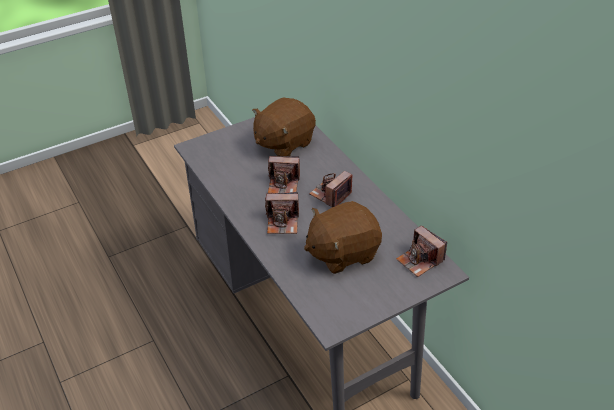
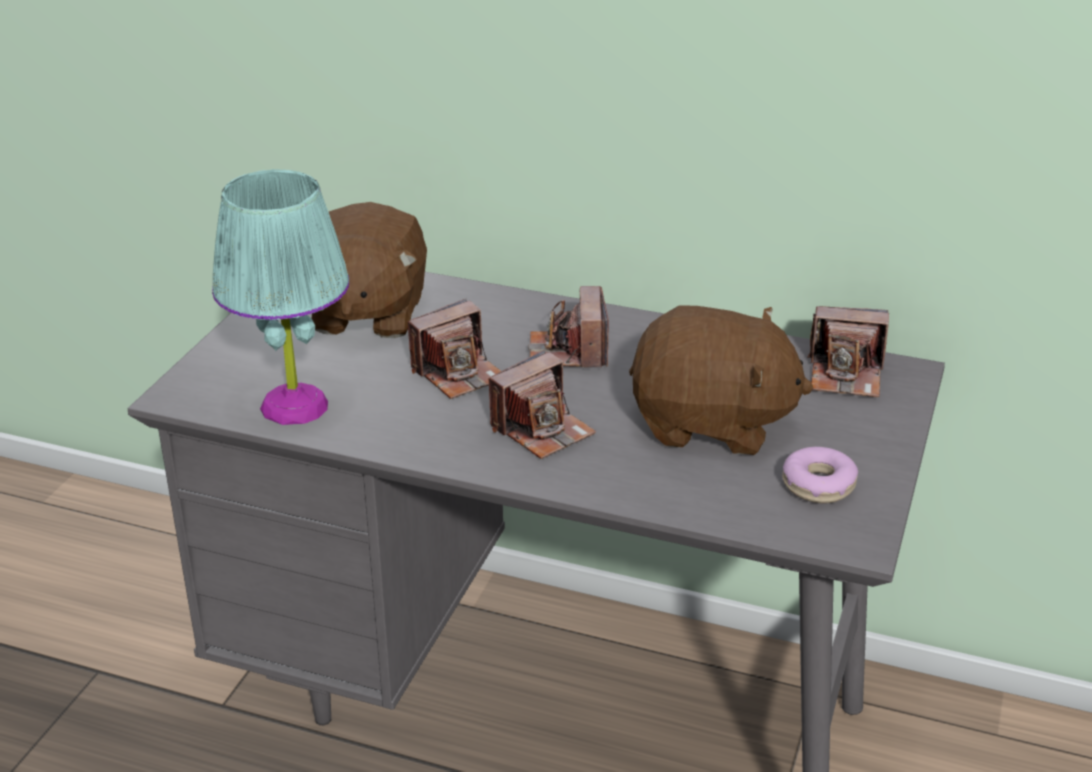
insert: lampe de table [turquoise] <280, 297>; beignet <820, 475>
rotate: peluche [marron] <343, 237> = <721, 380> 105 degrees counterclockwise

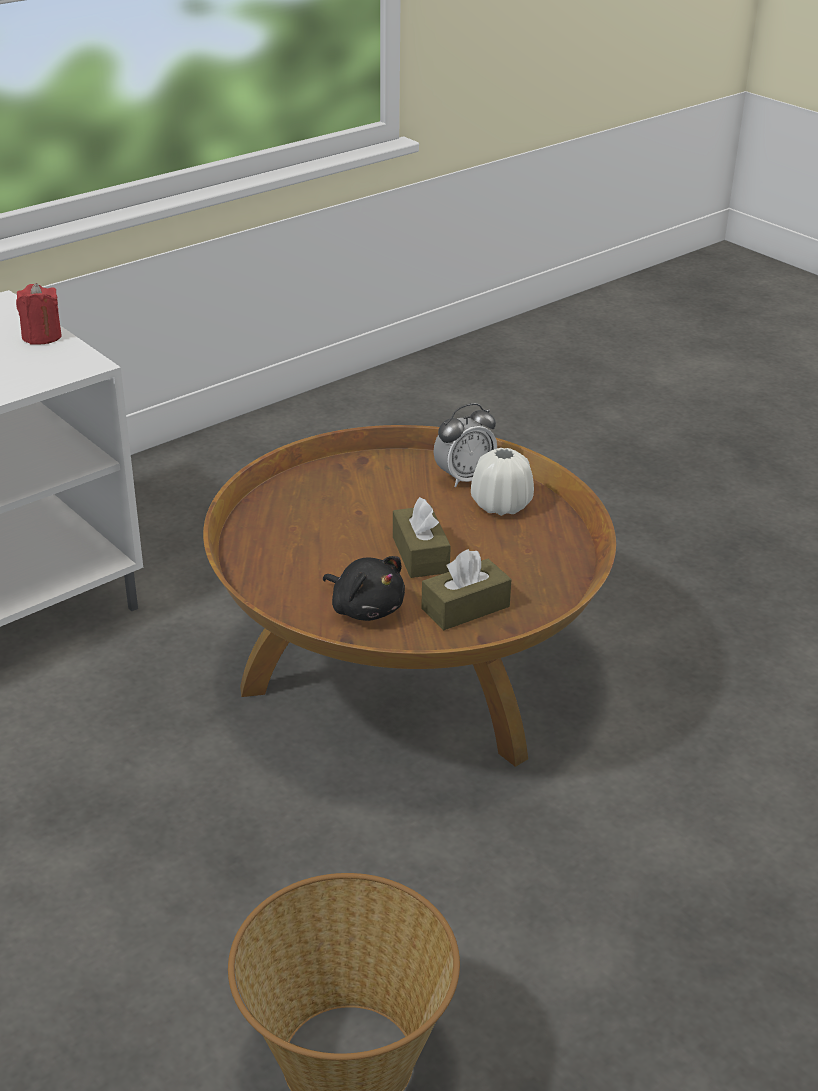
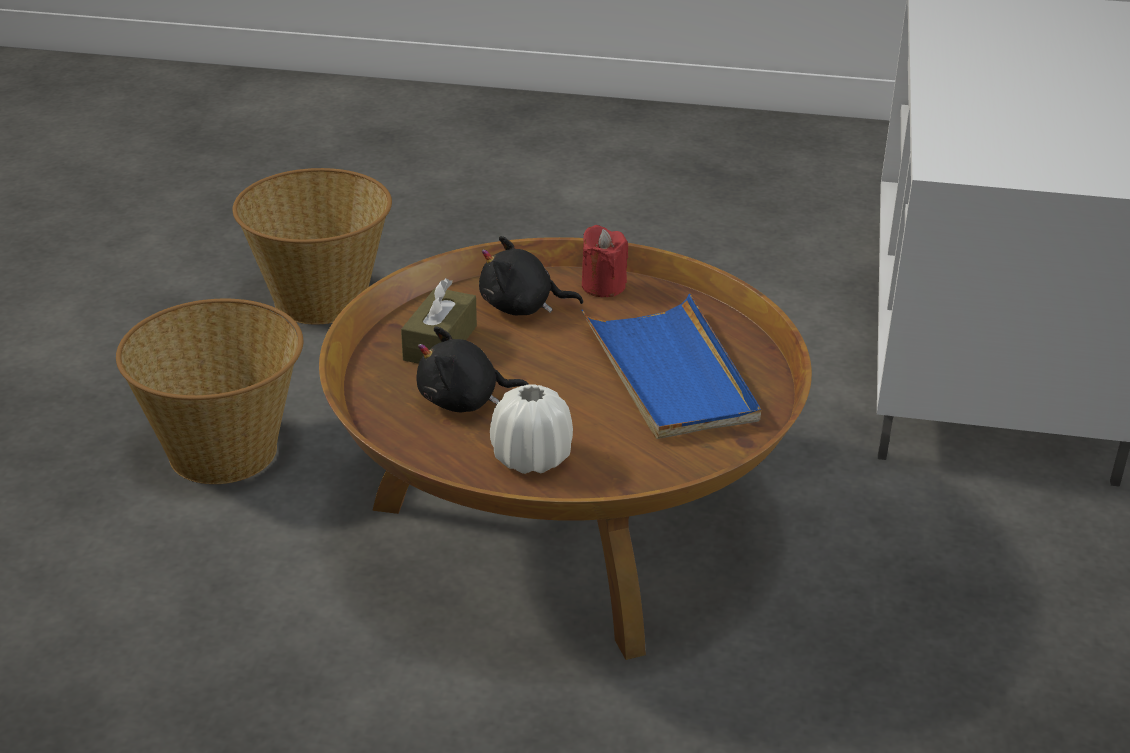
delete: boîte à mouchoirs [marron] <422, 537>; réveil <465, 445>
insert: panier <209, 391>; peluche [noir] <473, 369>; plateau [bleu] <671, 366>
move: bougie [rouge] <39, 314> to <605, 261>

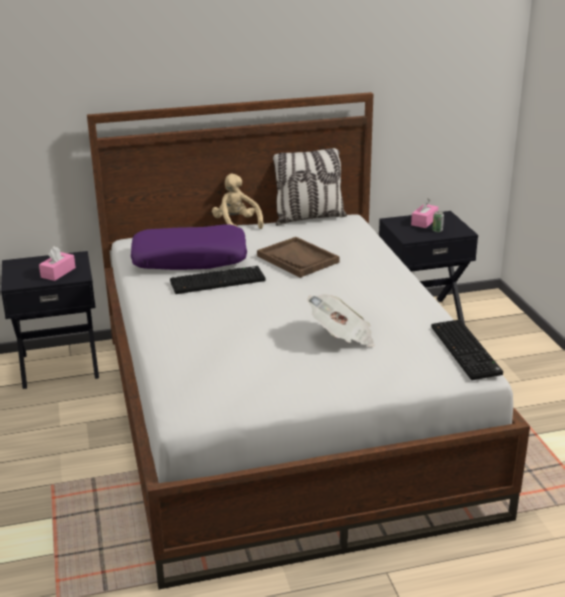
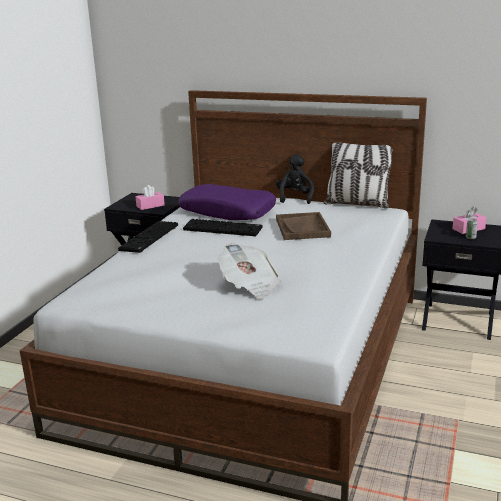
move: clavier <467, 349> to <148, 237>
recolor: peluche [beige] <238, 201> to peluche [noir] <295, 179>

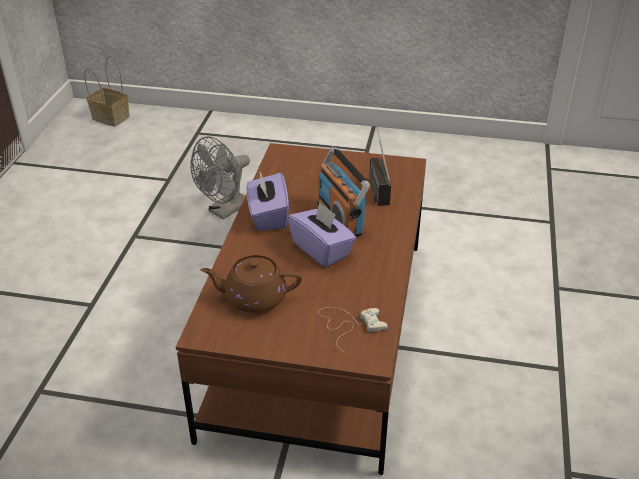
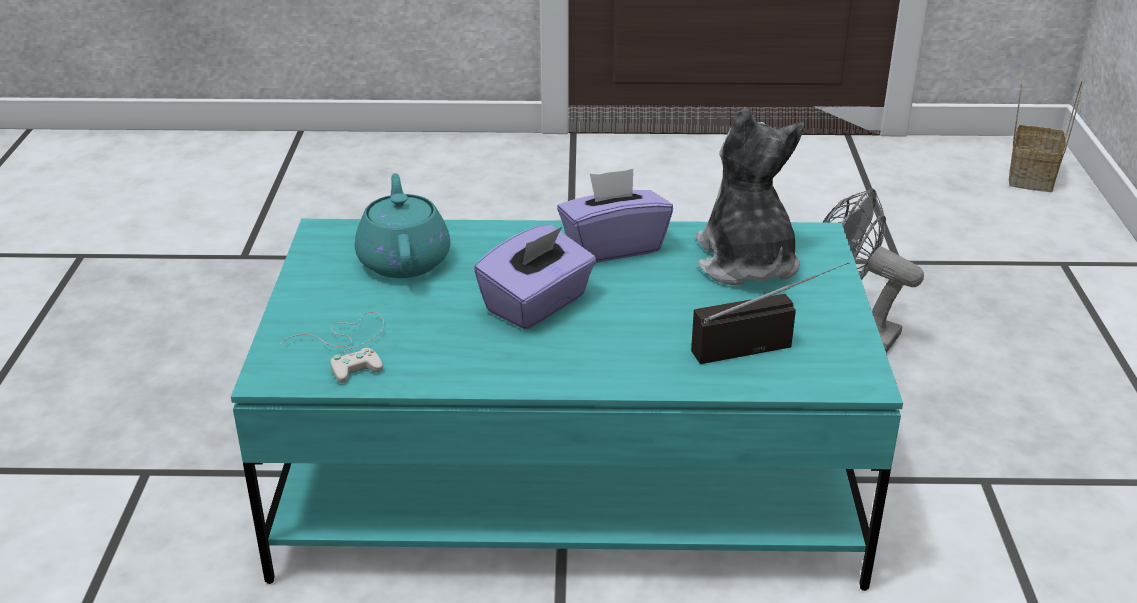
delete: radio <343, 192>
insert: peluche <750, 196>
recolor: table basse [marron] <301, 309> to table basse [turquoise] <567, 405>; théière [marron] <251, 284> to théière [turquoise] <402, 225>

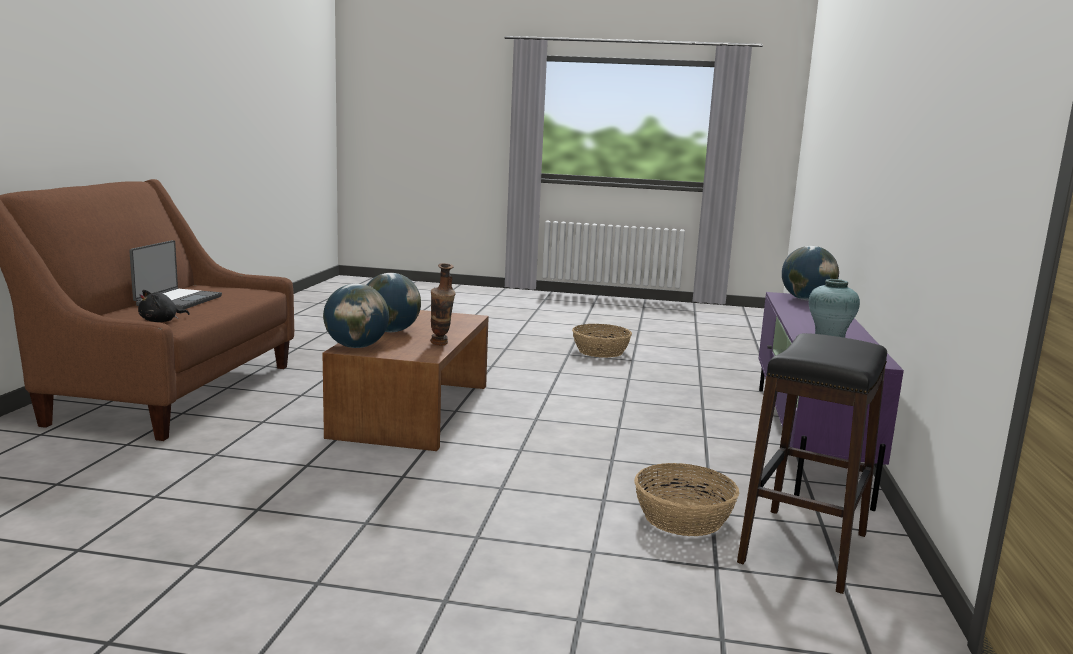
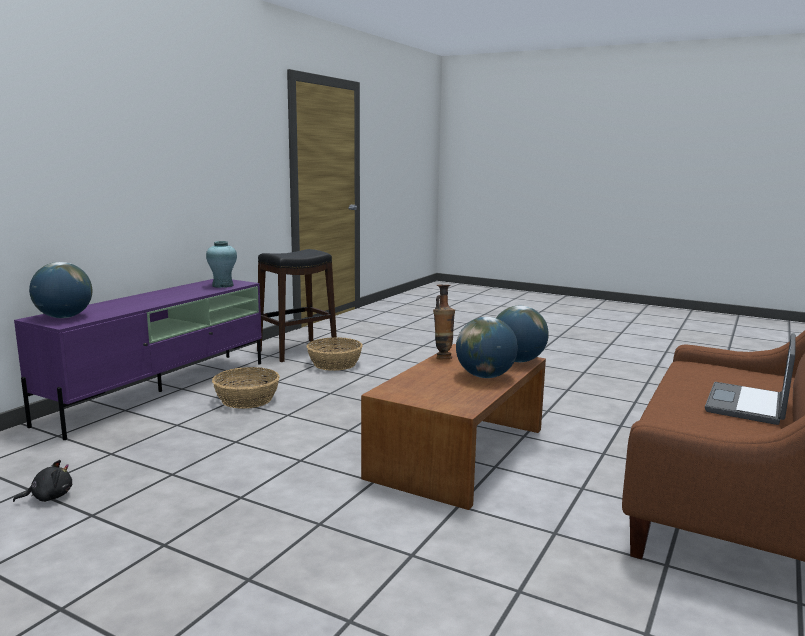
move: peluche [noir] <163, 306> to <42, 481>; panier <602, 341> to <245, 388>

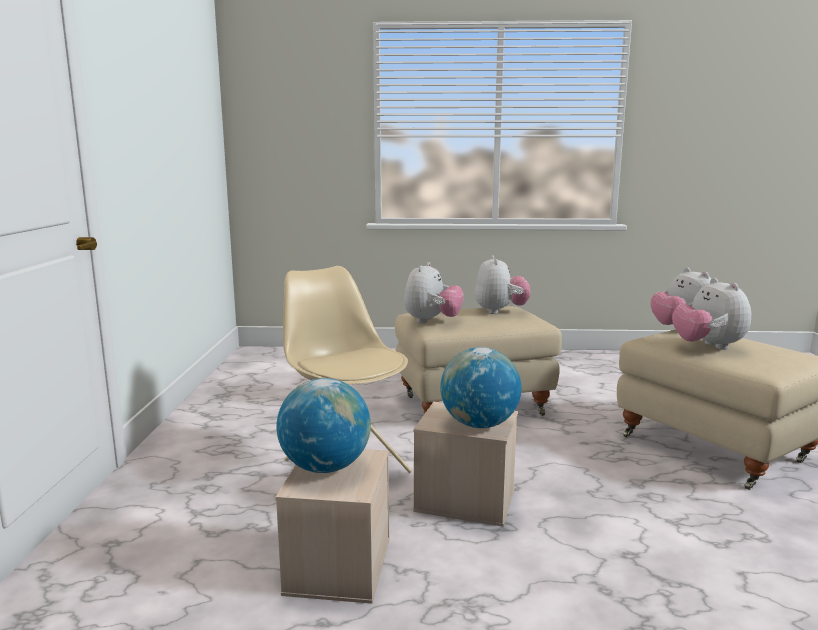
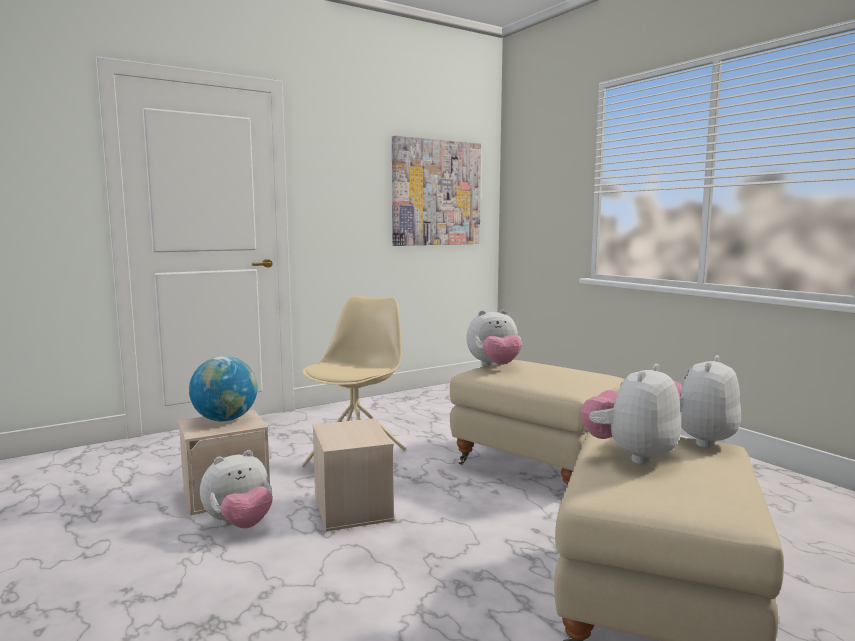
delete: globe <481, 387>
insert: tableau <436, 191>
move: peluche <502, 284> to <236, 489>

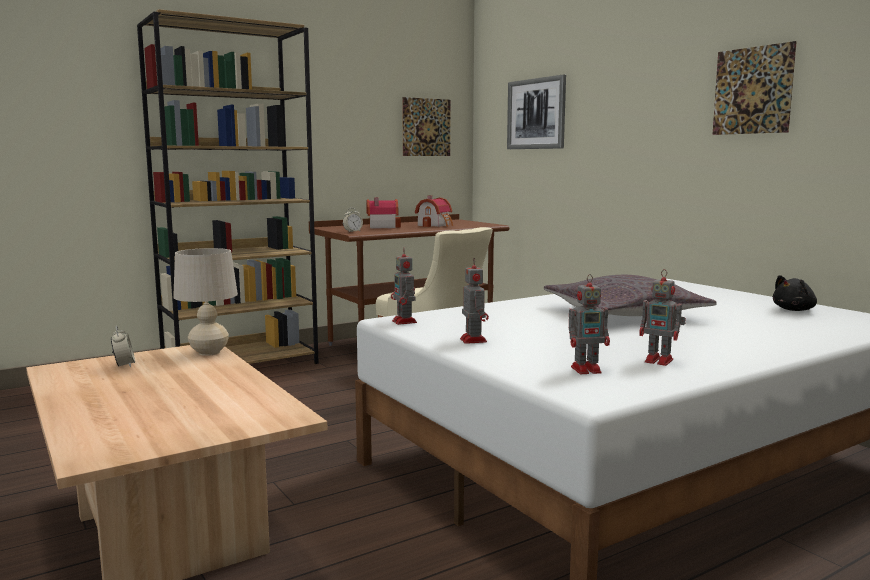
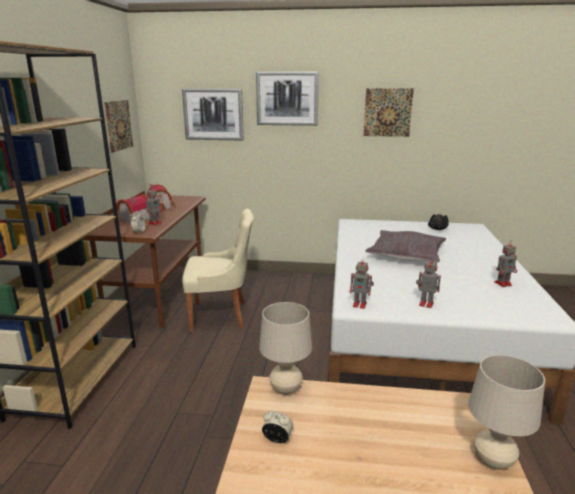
insert: tableau <287, 98>; lampe de table [beige] <506, 412>
move: robot jouet <589, 324> to <154, 205>

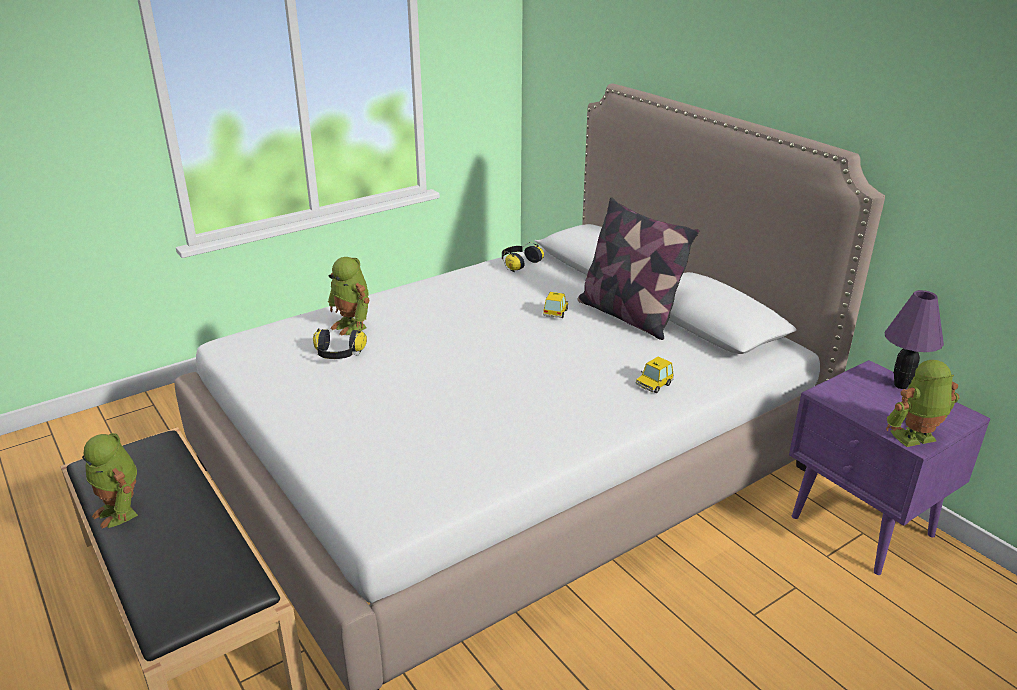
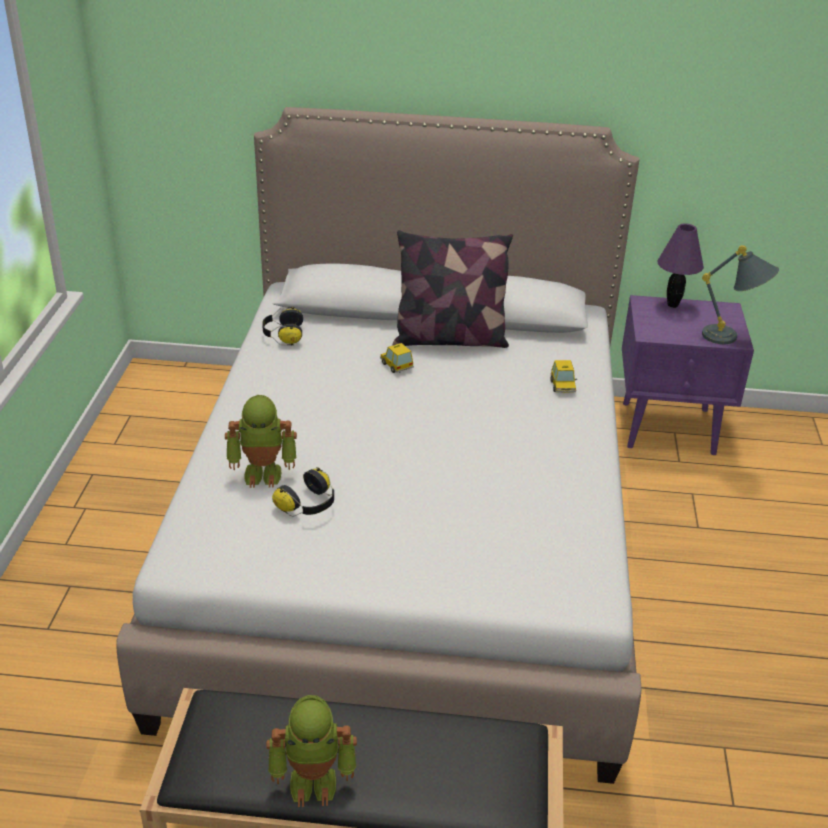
replace: robot jouet <923, 403> to lampe de table [gris] <740, 294>

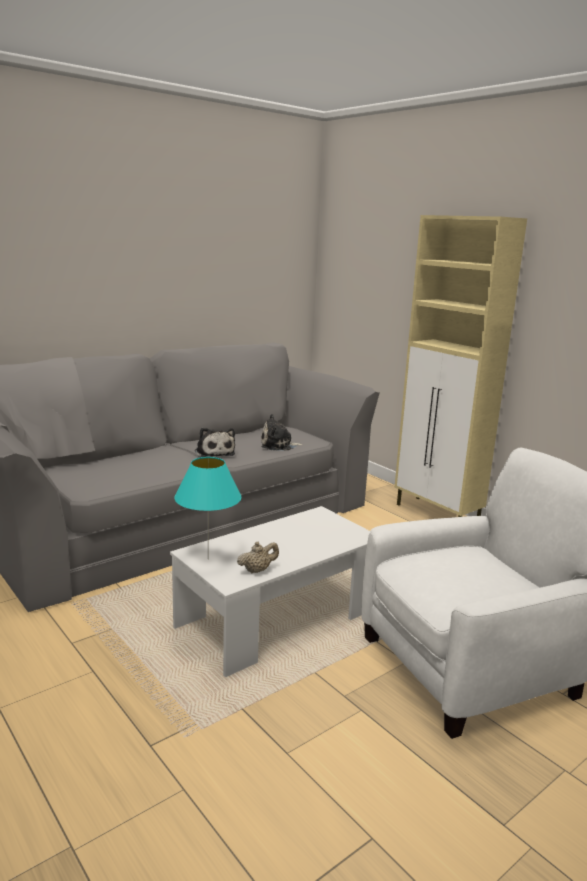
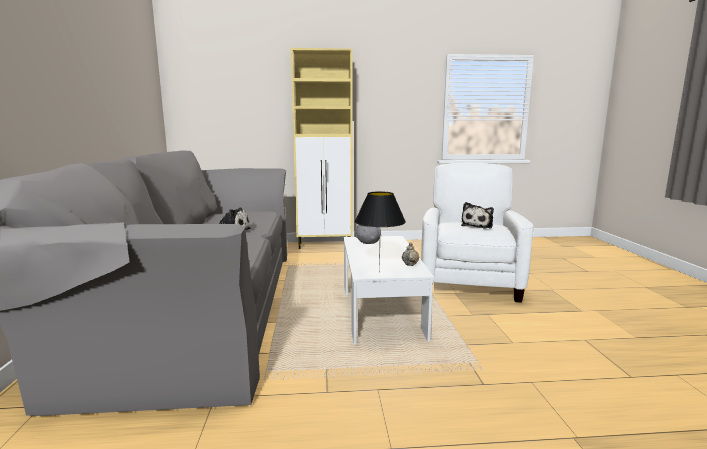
insert: bol [gris] <368, 234>
move: peluche <282, 432> to <477, 215>
recolor: lampe de table [turquoise] <207, 508> to lampe de table [noir] <380, 231>

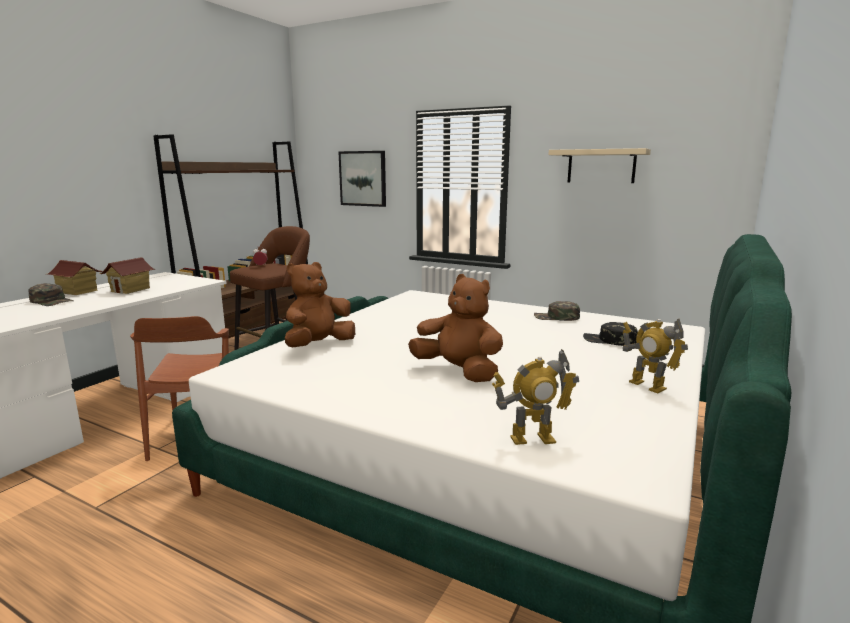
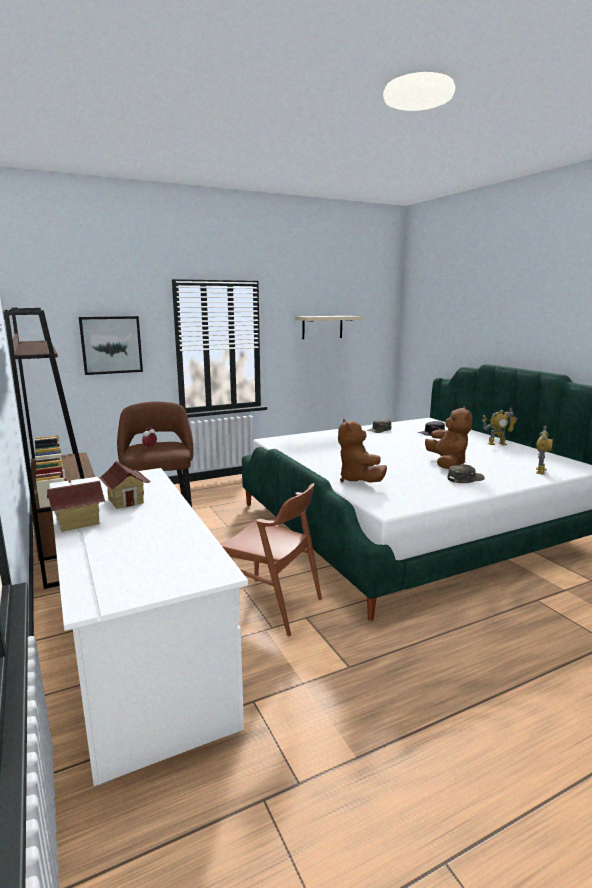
move: casquette [vert] <51, 294> to <466, 473>
rotate: peluche [marron] <455, 328> = <449, 437> 105 degrees clockwise

